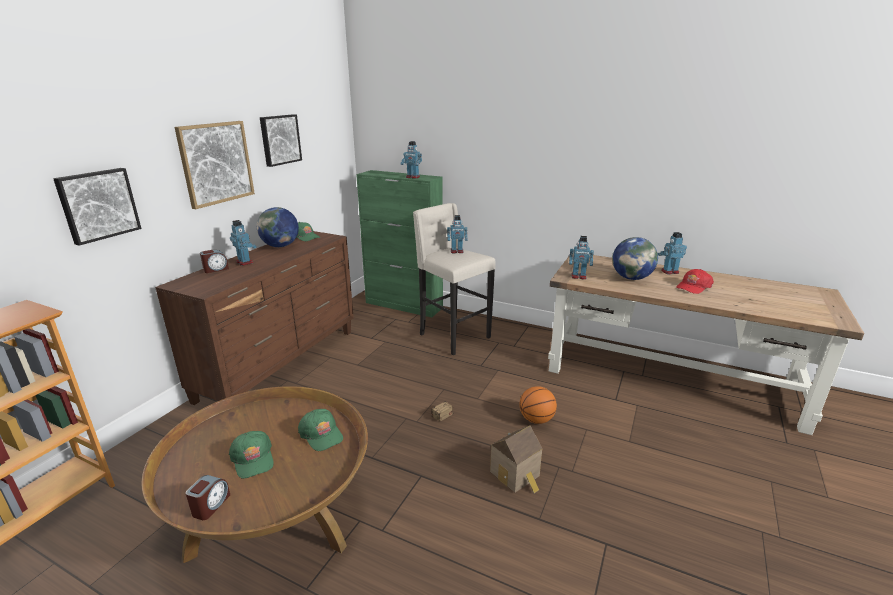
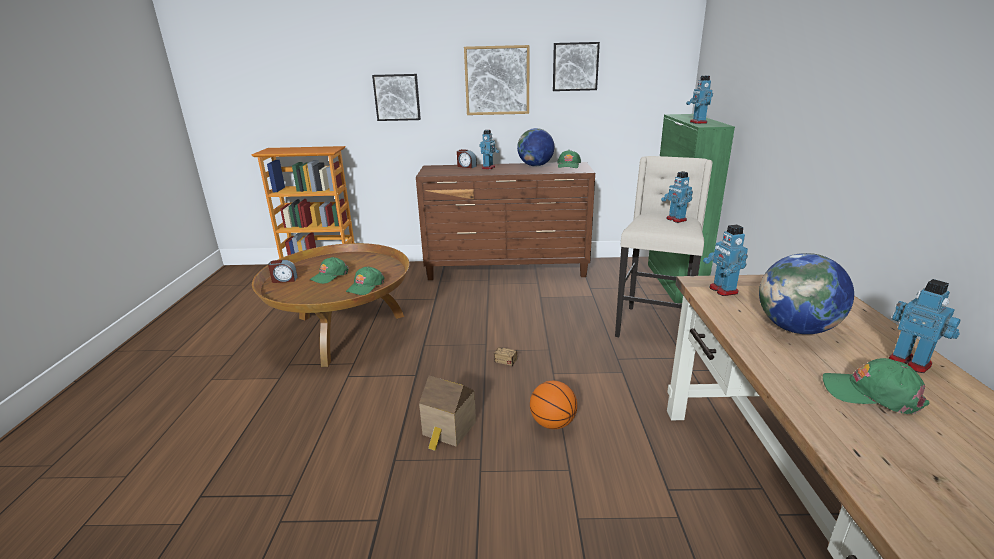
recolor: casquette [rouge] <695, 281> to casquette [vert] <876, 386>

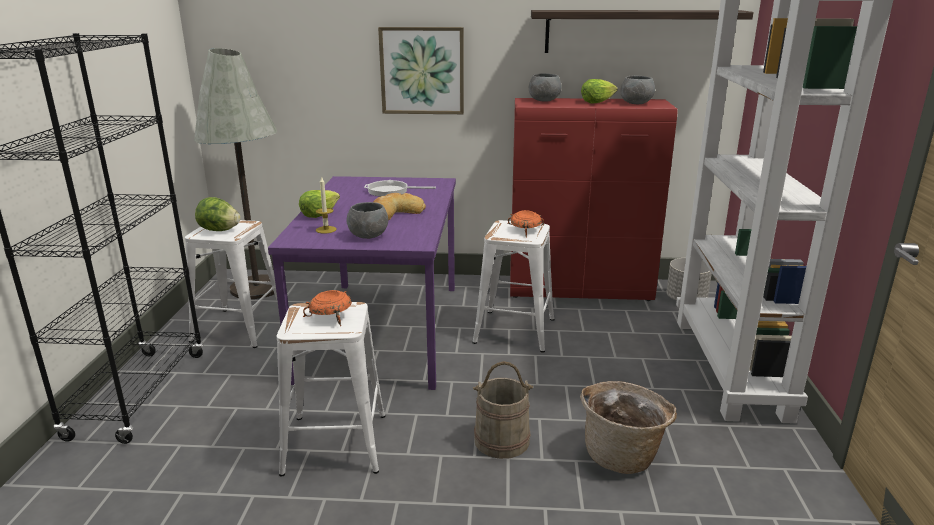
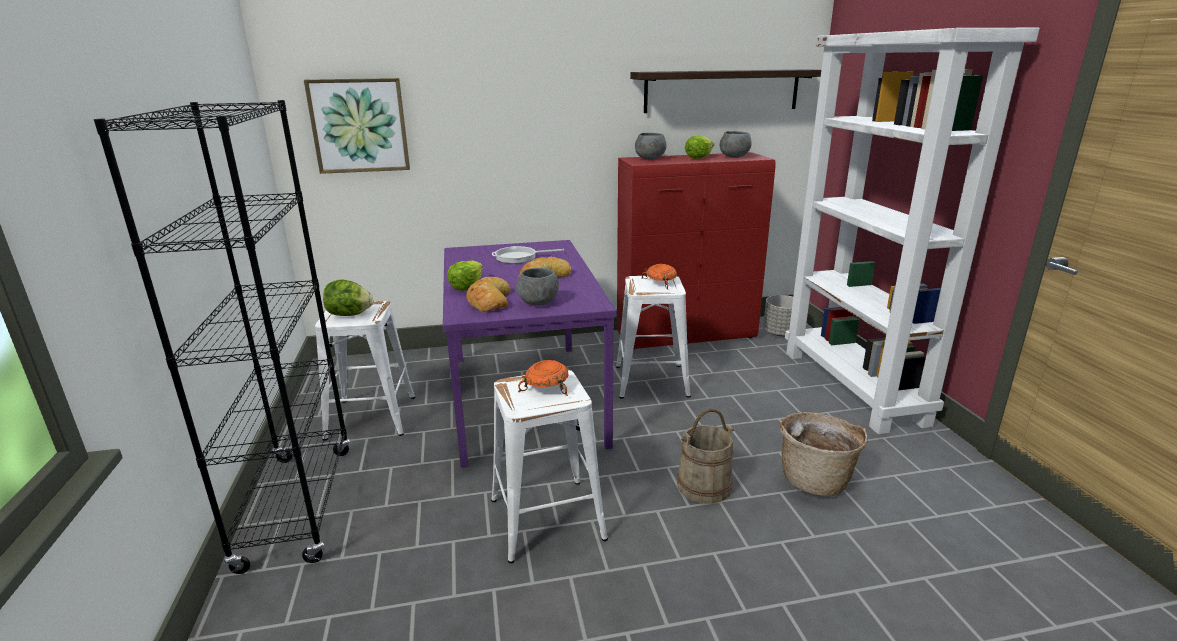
delete: lampadaire [gris] <235, 173>
move: tableau <421, 70> to <357, 126>
replace: bougie <326, 205> to pain <488, 294>

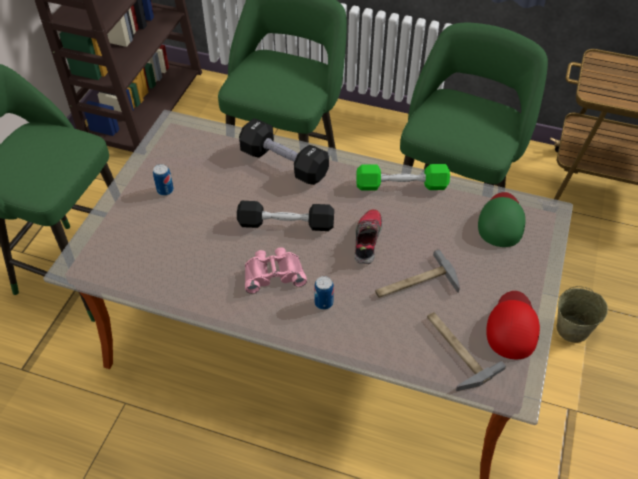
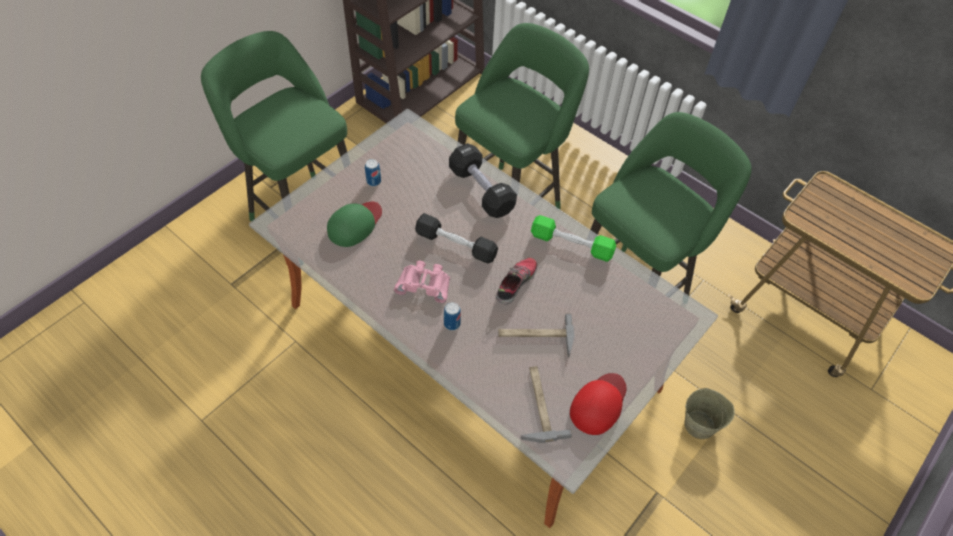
move: casquette [vert] <501, 219> to <354, 224>

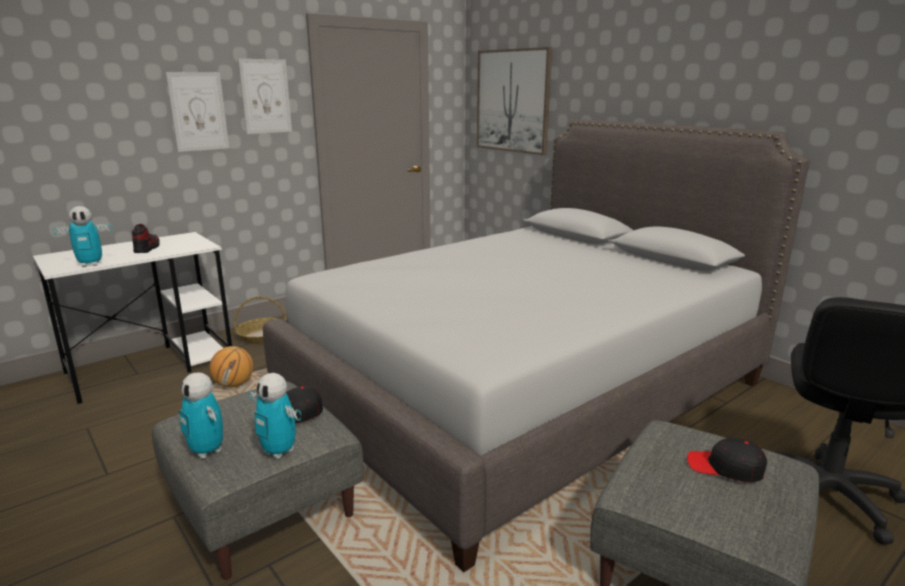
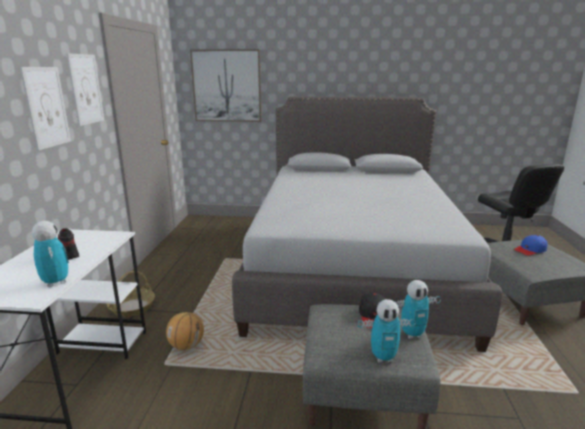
recolor: casquette [noir] <727, 460> to casquette [bleu] <531, 245>
rotate: robot jouet <83, 236> = <50, 254> 60 degrees counterclockwise

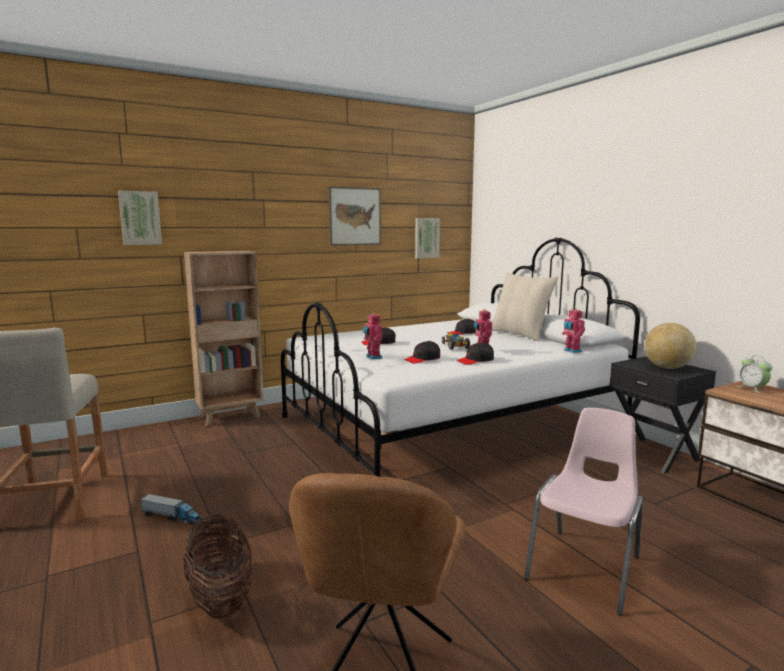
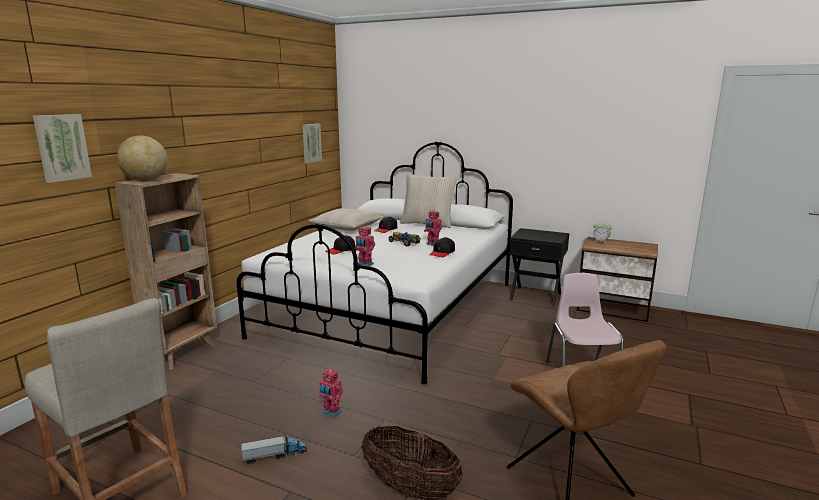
delete: tableau <355, 216>; casquette [noir] <421, 352>
insert: coussin [beige] <346, 219>
move: globe <670, 346> to <142, 158>; robot jouet <573, 330> to <330, 393>

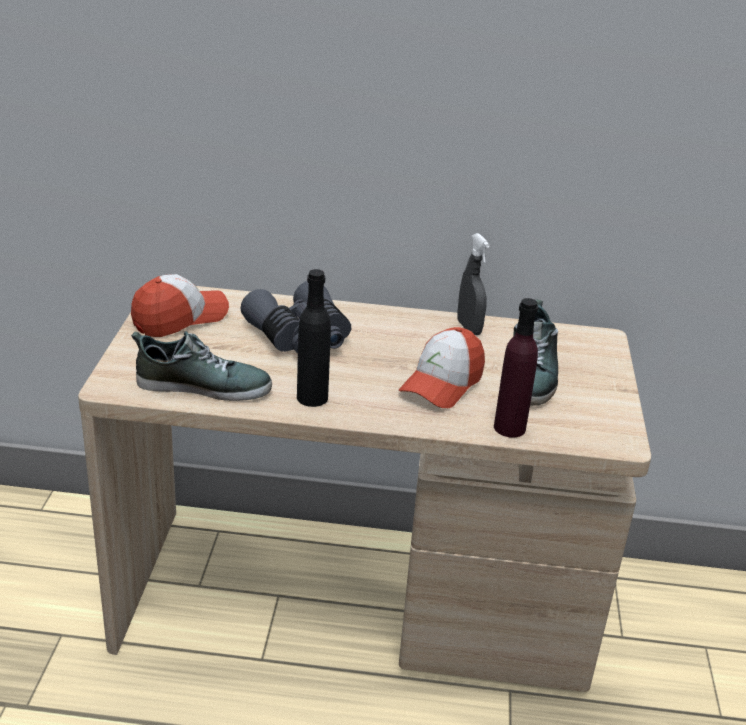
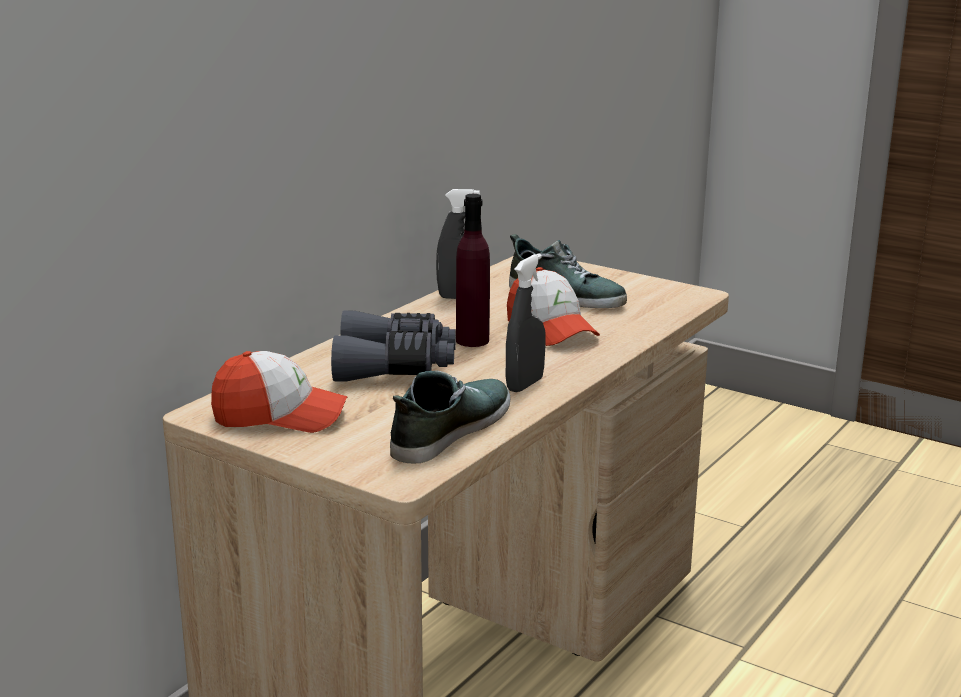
move: bouteille [violet] <516, 368> to <473, 270>
replace: bouteille [noir] <314, 338> to vaporisateur [gris] <525, 322>
rotate: casquette <180, 305> = <279, 392> 105 degrees clockwise

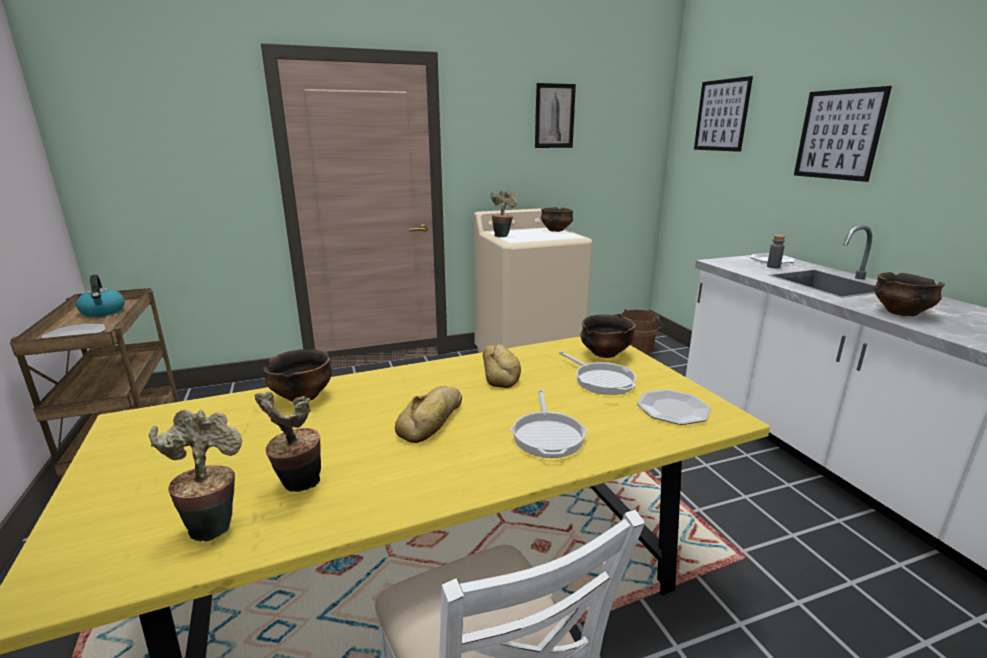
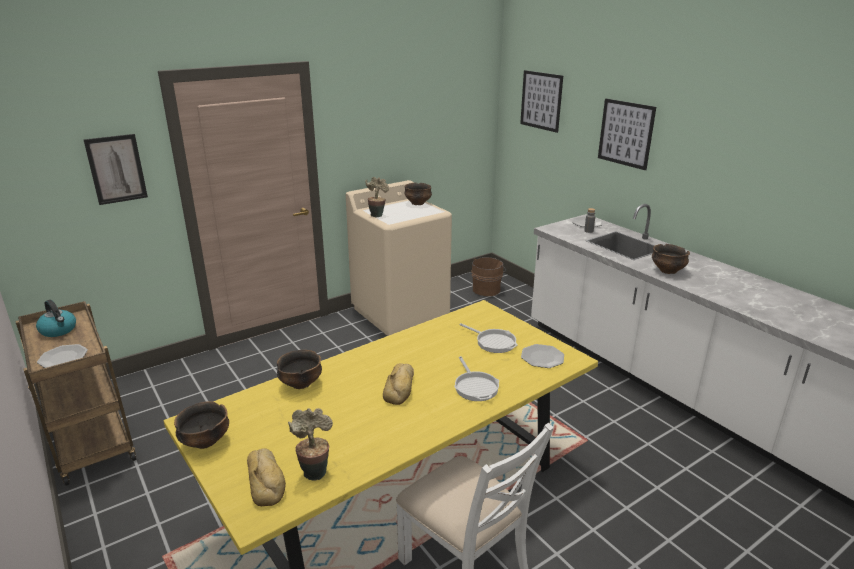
delete: plante en pot <287, 441>
move: tableau <555, 115> to <115, 169>; bol <608, 336> to <201, 425>; pain <502, 366> to <266, 477>

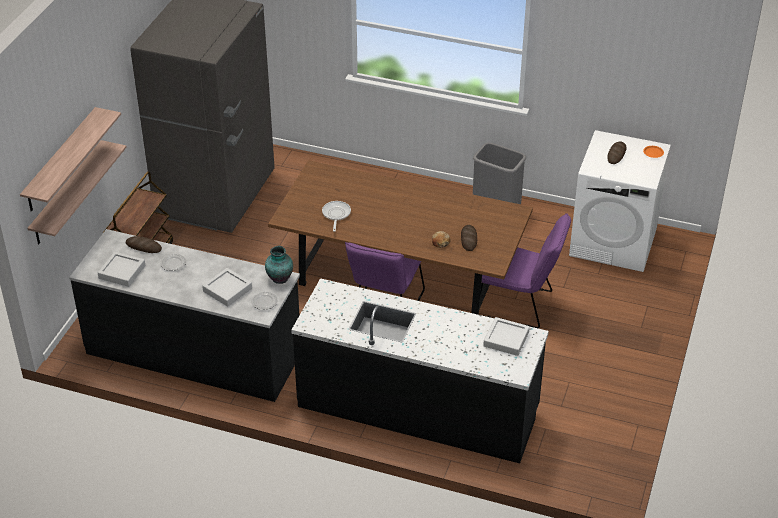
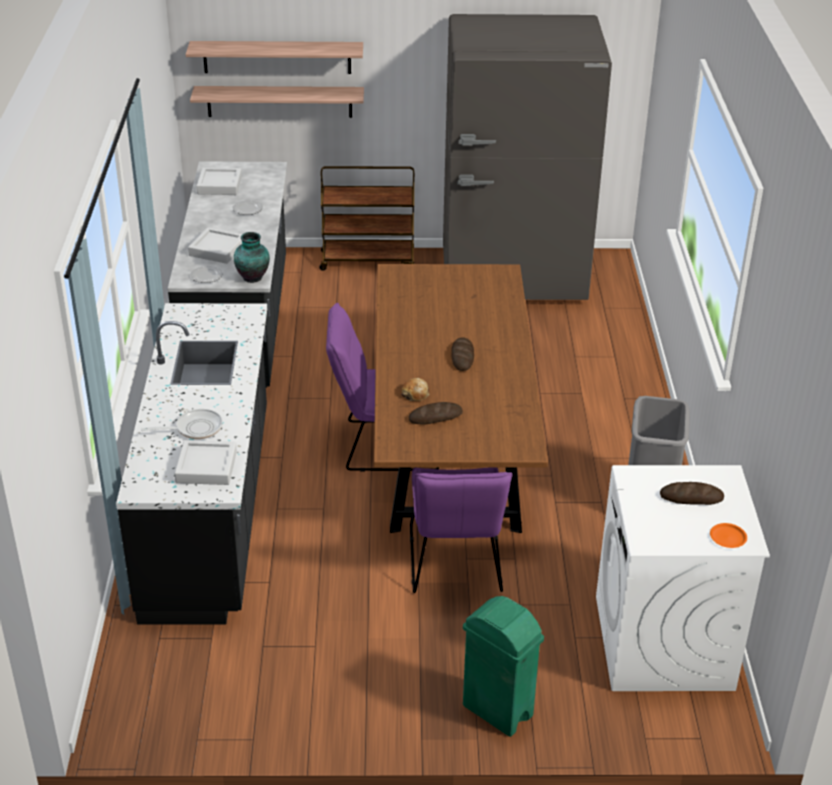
insert: poubelle [vert] <503, 666>
move: poêle <336, 216> to <182, 424>; pain <144, 244> to <462, 354>

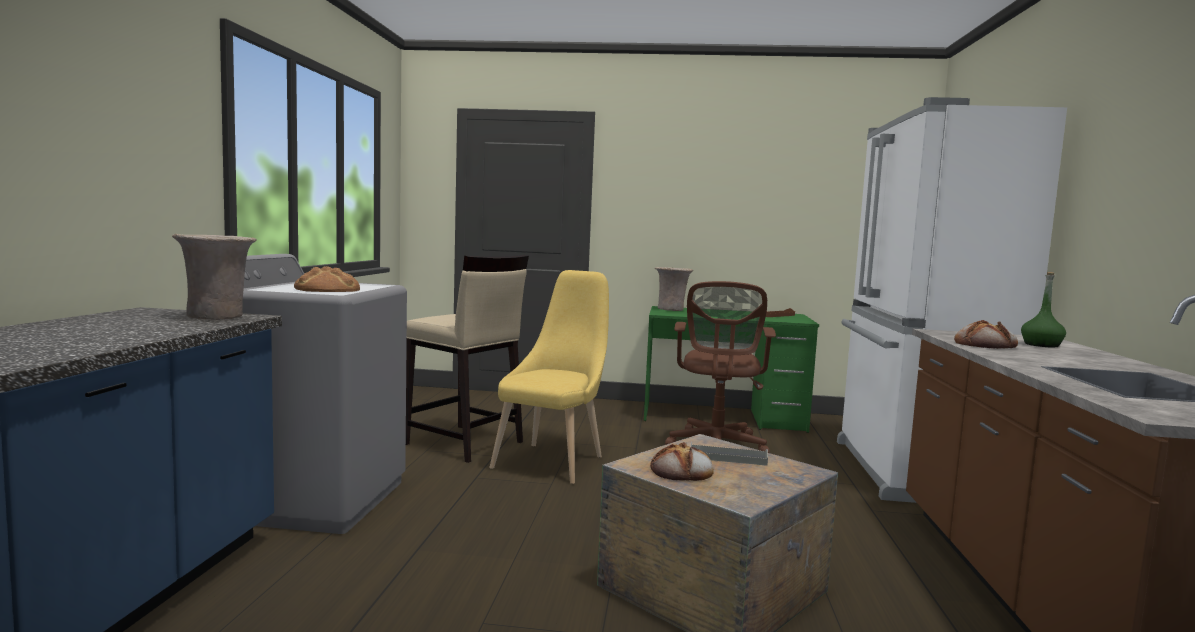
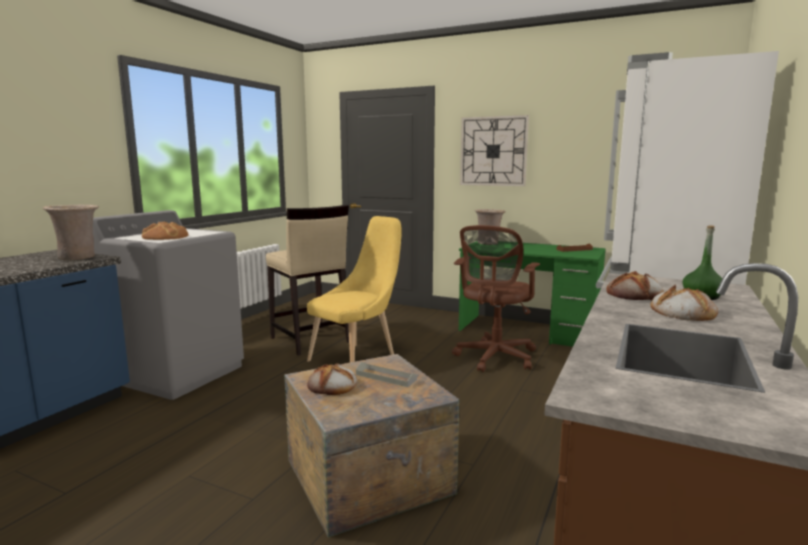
insert: horloge murale <494, 150>; pain <684, 302>

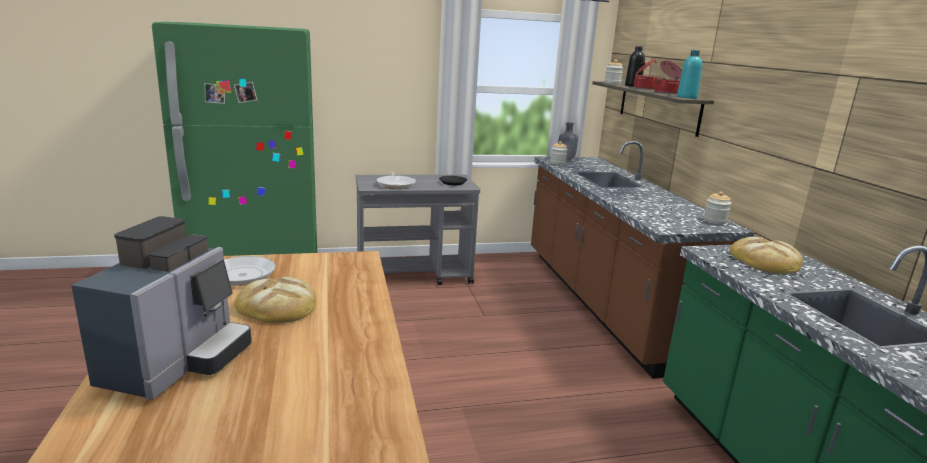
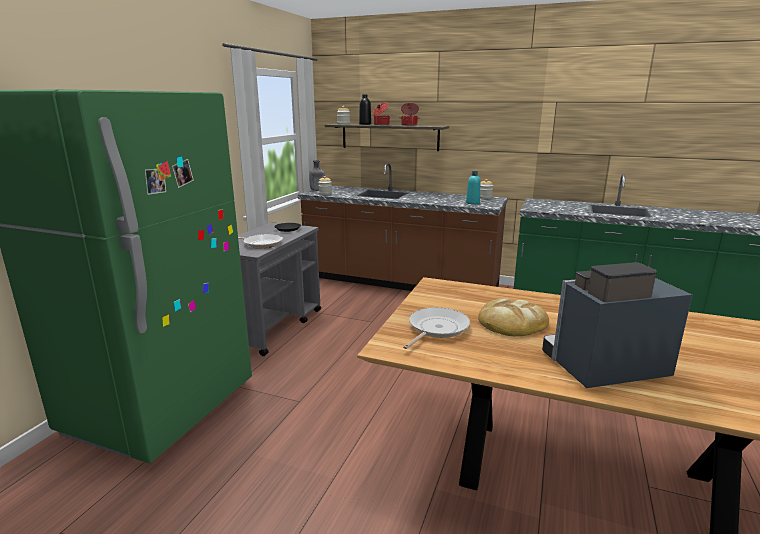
delete: pain <766, 255>
move: bouteille [turquoise] <689, 74> to <473, 187>
rotate: machine à café <161, 308> = <617, 325> 60 degrees counterclockwise

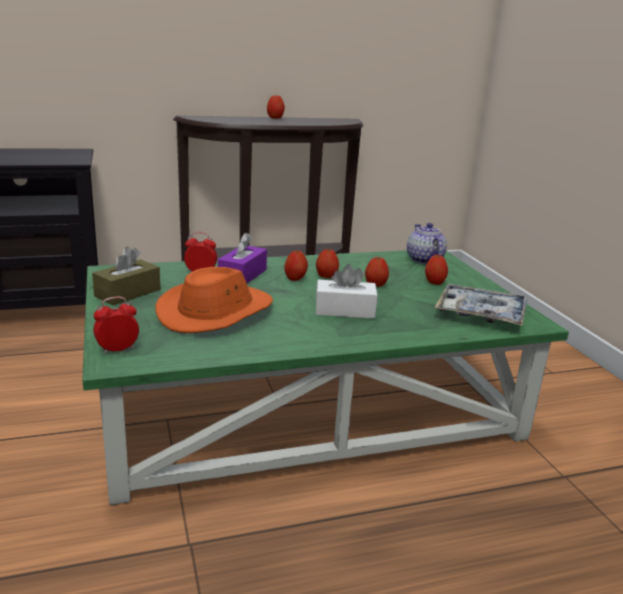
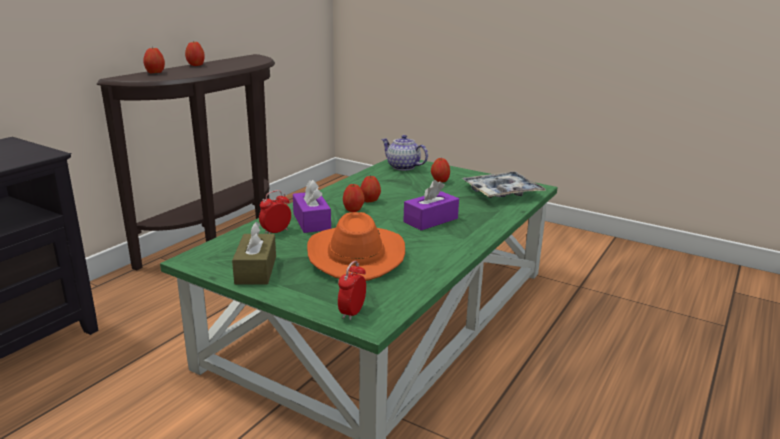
move: pomme <377, 272> to <154, 59>
recolor: boîte à mouchoirs [blanc] <346, 291> to boîte à mouchoirs [violet] <431, 205>

